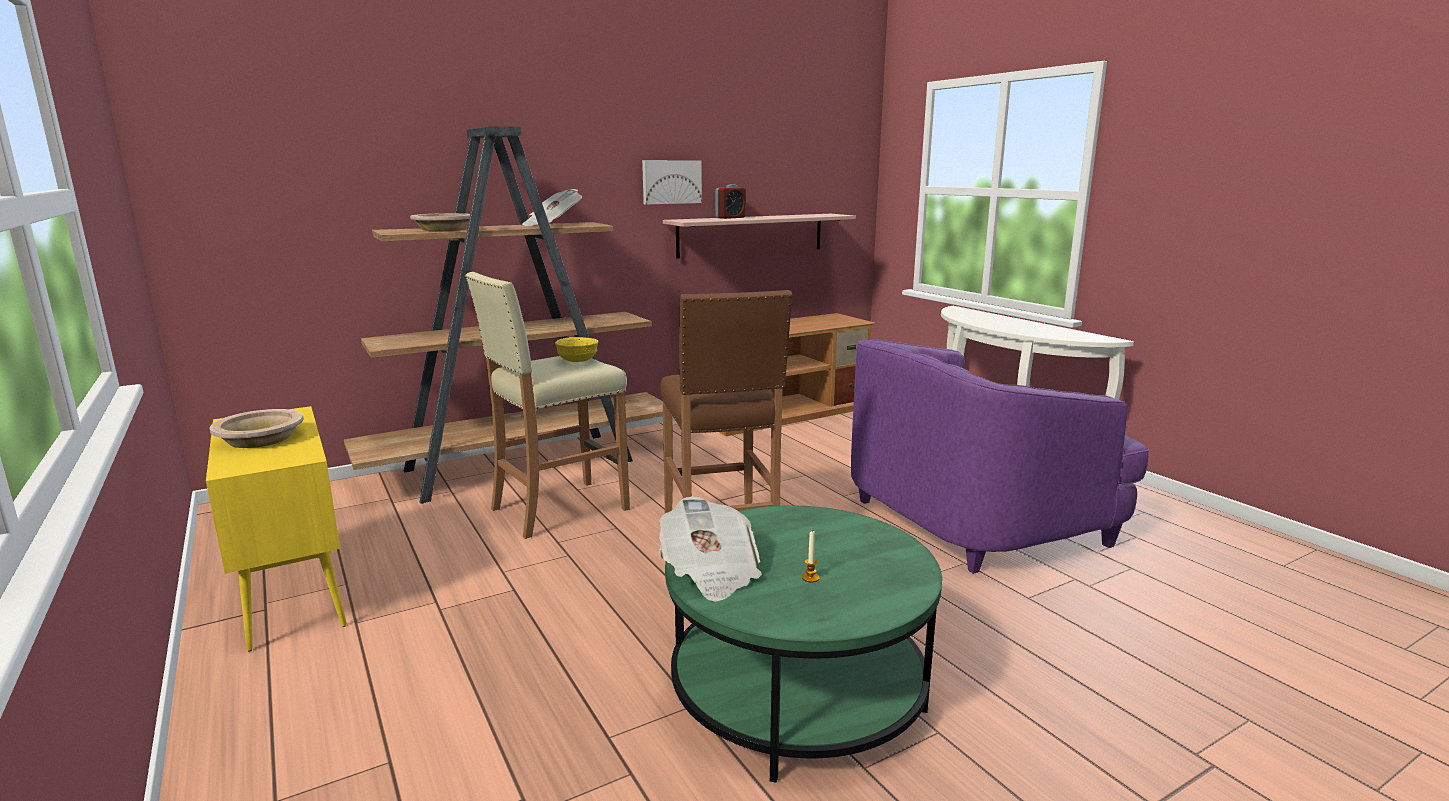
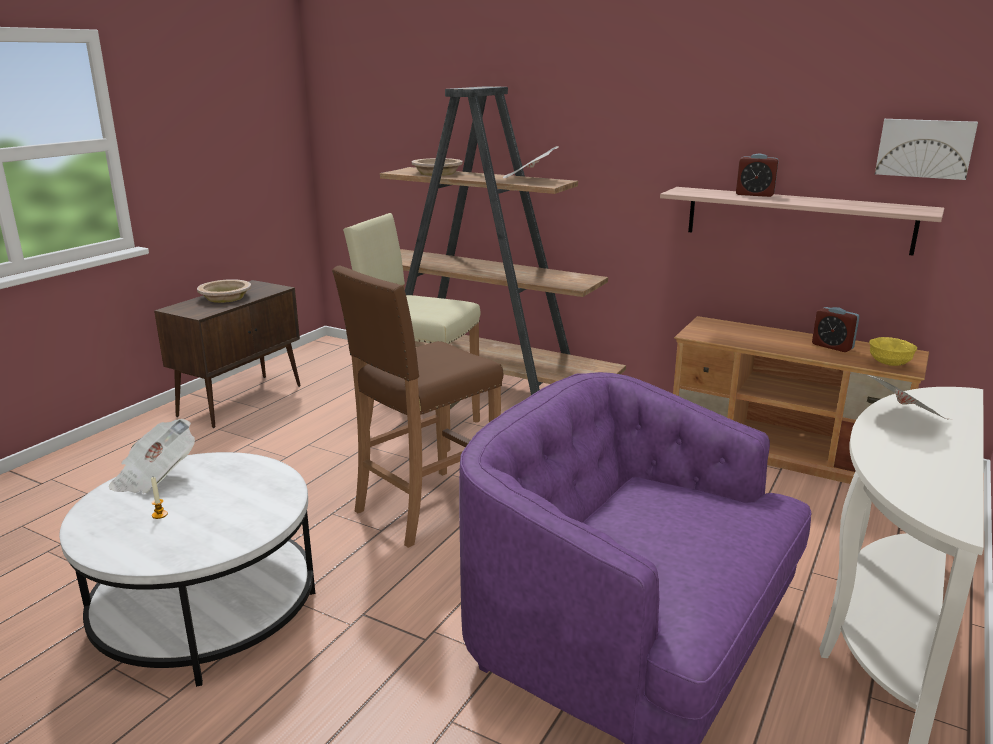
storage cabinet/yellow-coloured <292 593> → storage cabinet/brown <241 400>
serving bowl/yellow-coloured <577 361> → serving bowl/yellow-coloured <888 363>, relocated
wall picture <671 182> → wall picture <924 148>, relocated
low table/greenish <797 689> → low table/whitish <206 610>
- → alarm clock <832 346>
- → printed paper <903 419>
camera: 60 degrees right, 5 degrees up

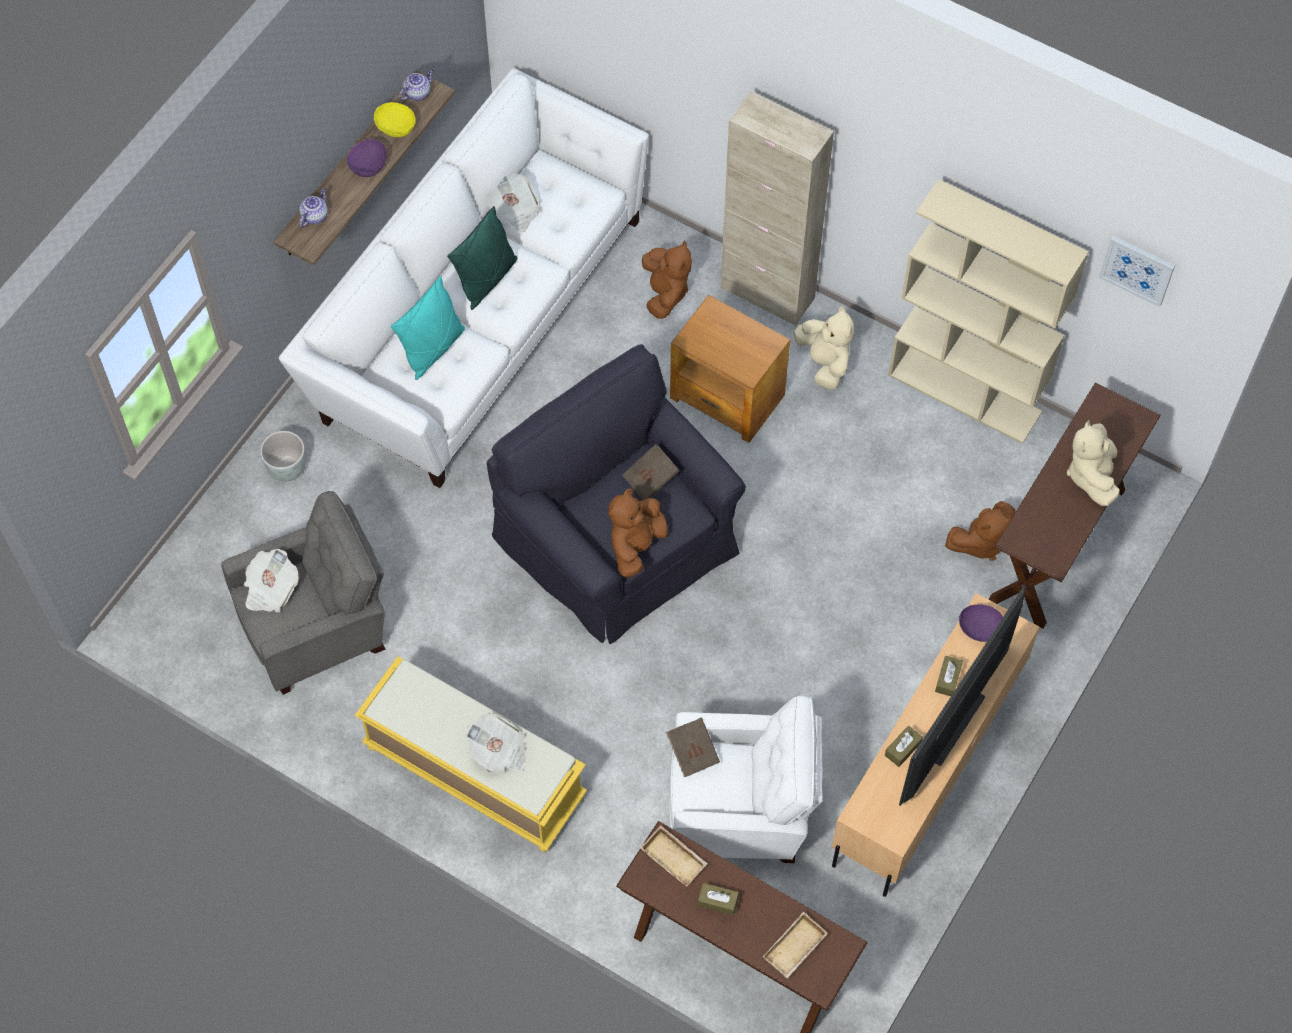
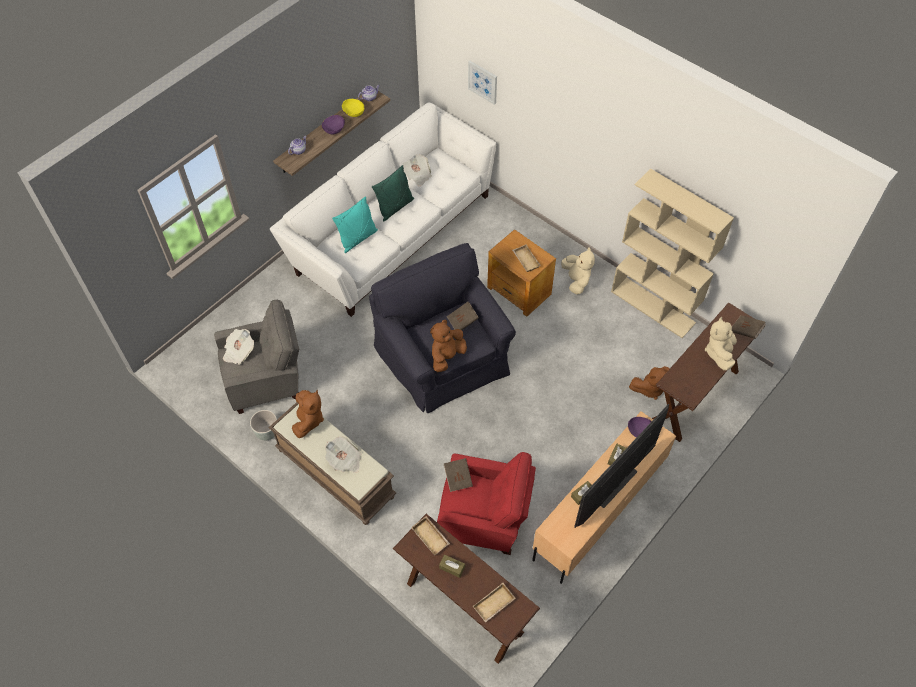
plant pot/grey <287 468> → plant pot/grey <267 432>, relocated
bench/yellow-coloured <472 772> → bench/brown <334 473>
cuddly toy/brown <665 293> → cuddly toy/brown <308 420>, relocated
lounge chair/whitish <740 810> → lounge chair/red <484 519>
storage cabinet/beige-coloured <767 293> → -
wall picture <1137 269> → wall picture <483 82>, relocated
- → tray/beige-coloured <525 260>
- → bound book/brown <746 331>
camera: 10 degrees right, 5 degrees down

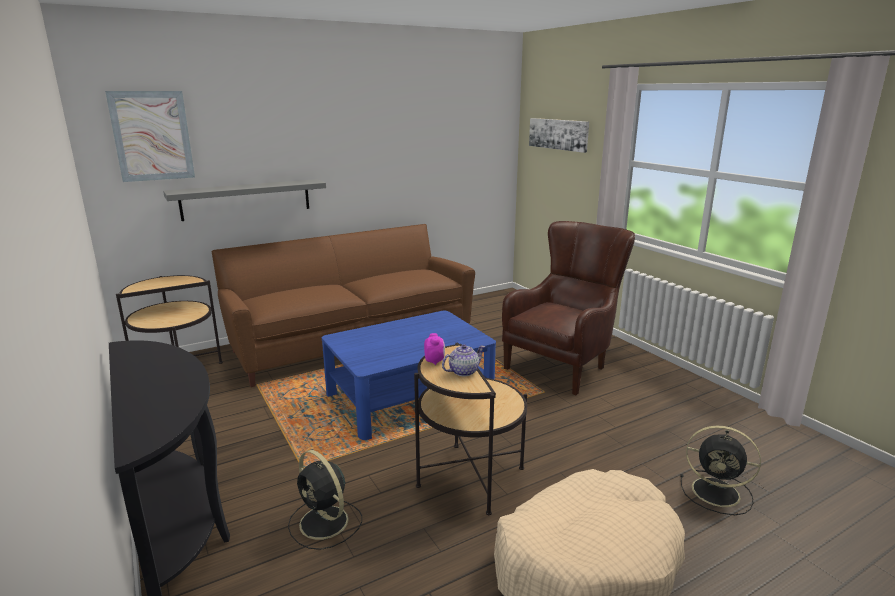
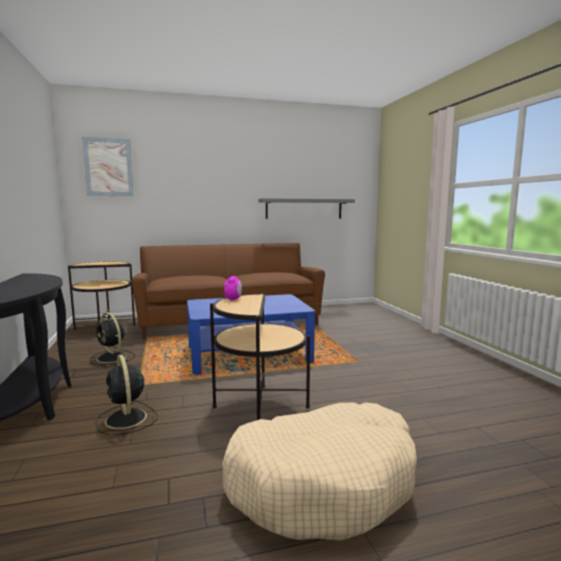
shelf/grey <246 199> → shelf/grey <304 208>, relocated
teapot <463 371> → -
lounge chair/brown <564 364> → -
wall picture <558 134> → -
cooling fan/blackish <718 493> → cooling fan/blackish <112 358>, relocated
camera: 15 degrees right, 10 degrees down

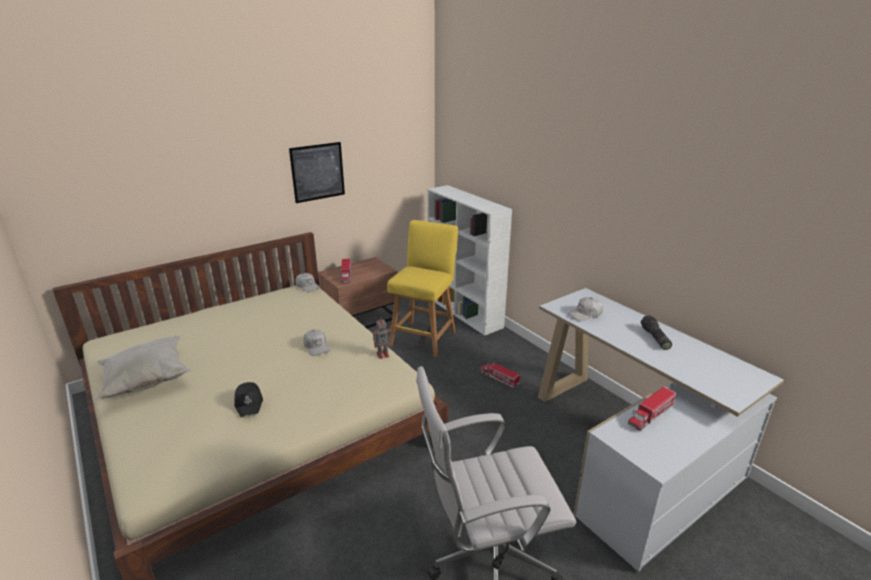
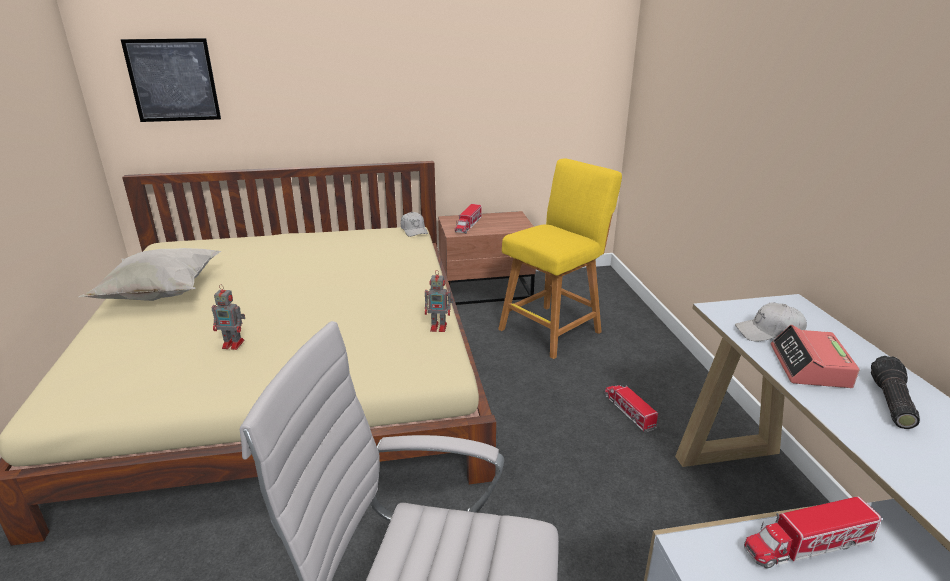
baseball cap/blackish <249 403> → model robot <234 344>
wall picture <317 172> → wall picture <173 80>, relocated
baseball cap/whitish <317 347> → -
bookshelf/whitish <464 312> → -
- → alarm clock <810 367>
camera: 25 degrees right, 0 degrees up

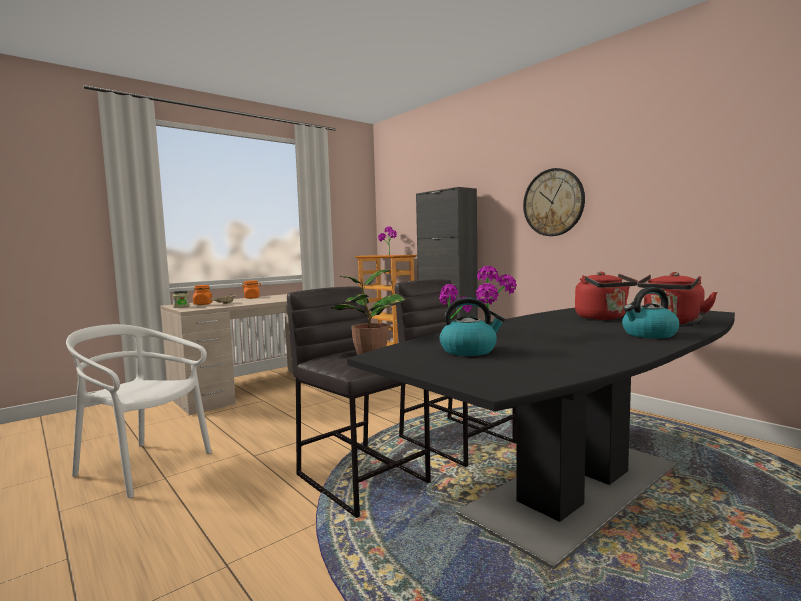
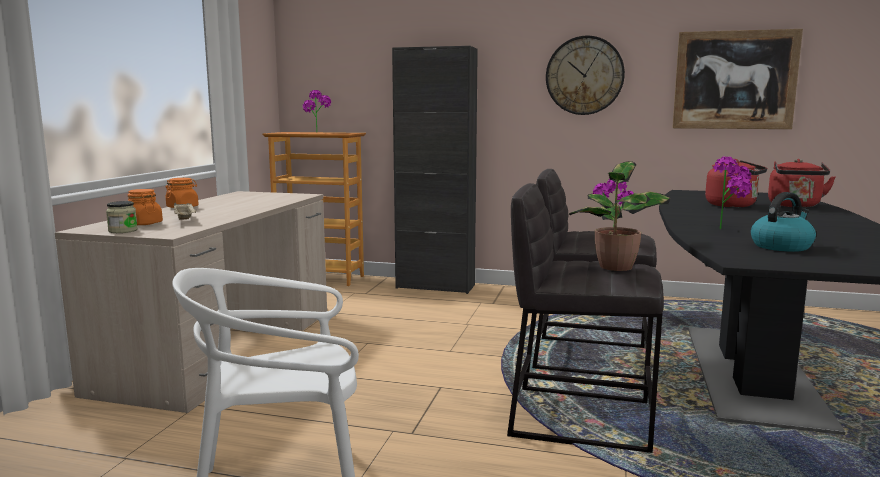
water kettle <649 334> → -
- → wall picture <734 80>
camera: 35 degrees left, 5 degrees up

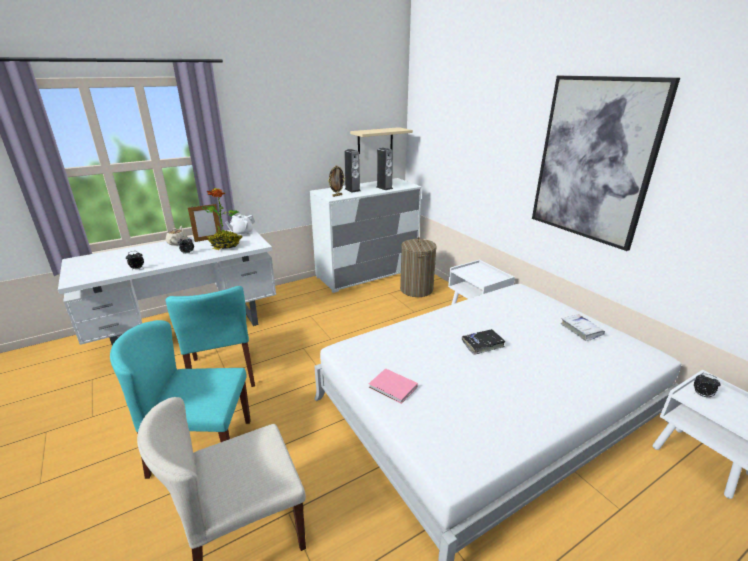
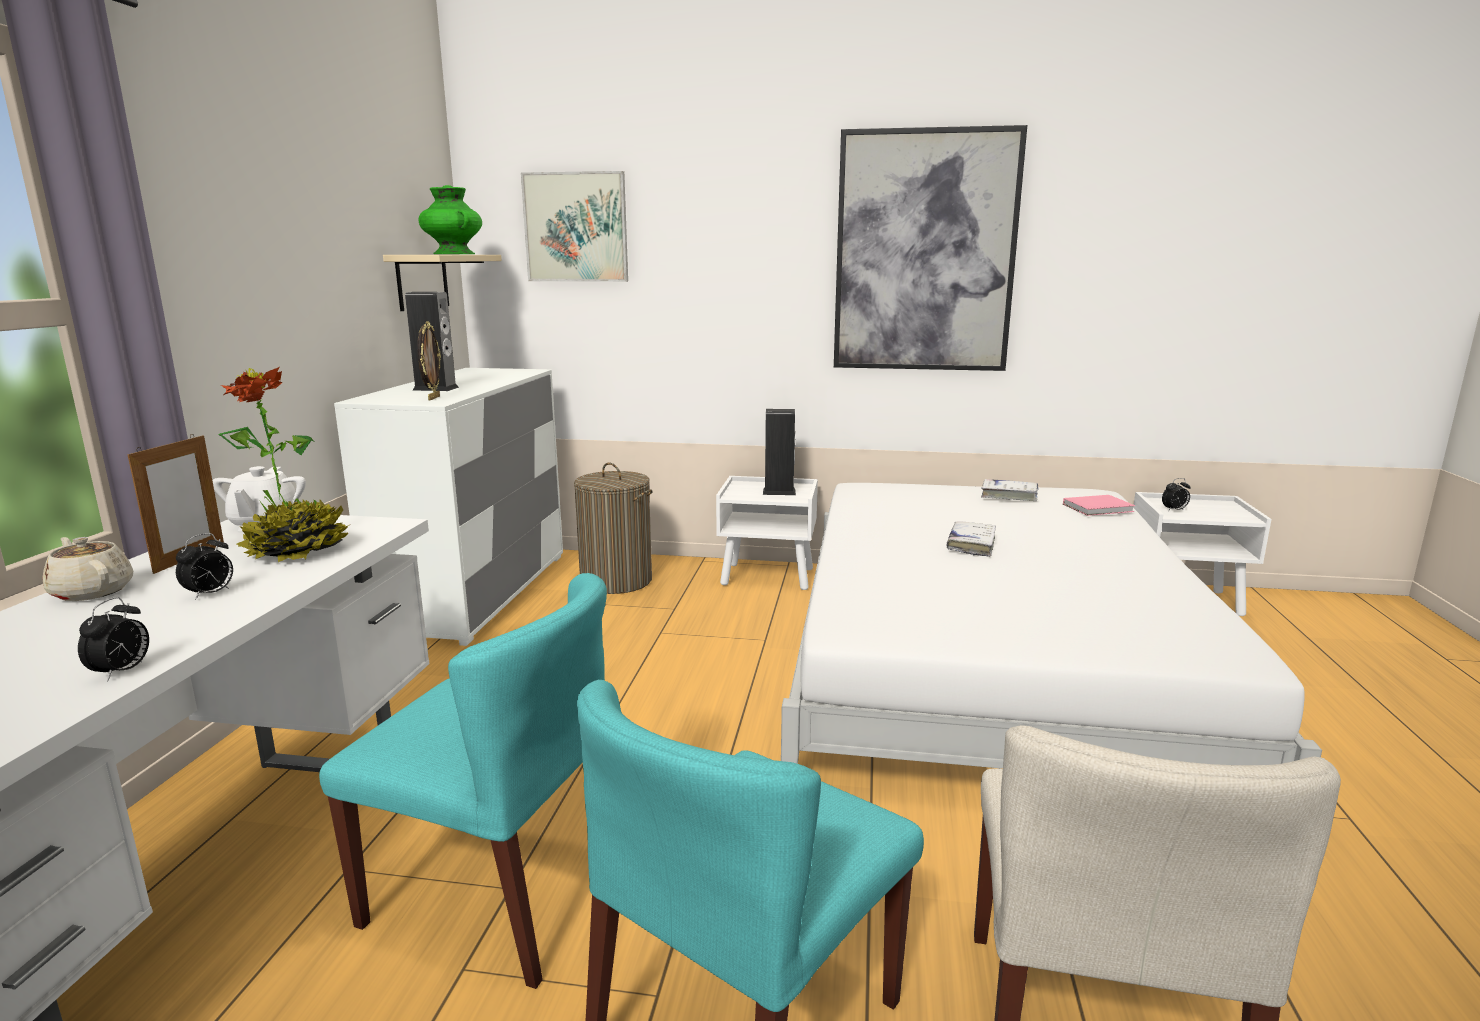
bound book/pink <393 388> → bound book/pink <1099 508>, relocated
speaker <384 188> → speaker <779 492>, relocated
bound book/blackish <482 344> → bound book/whitish <971 545>
- → vase/greenish <454 254>
- → wall picture <576 227>
camera: 50 degrees left, 10 degrees down

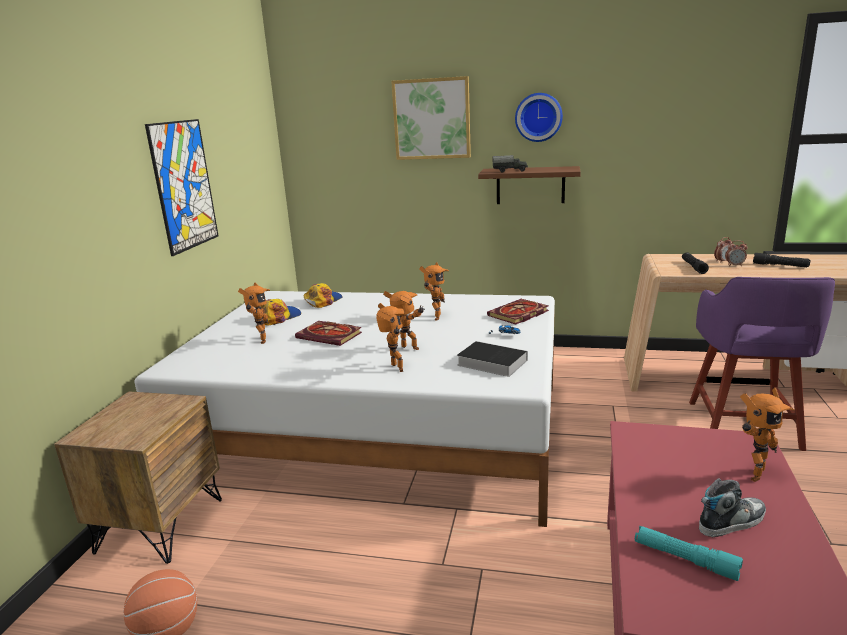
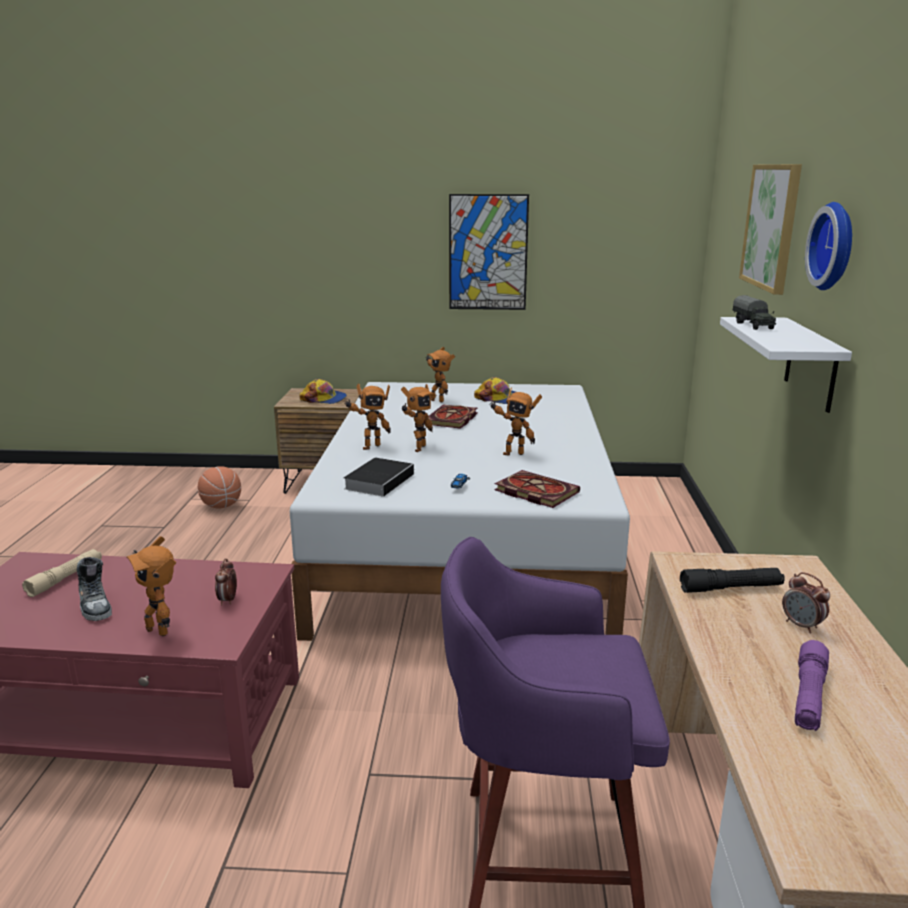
model robot <260 340> → model robot <438 400>, 60 degrees clockwise
baseball cap <323 301> → baseball cap <324 399>, relocated
shelf/brown <530 185> → shelf/whitish <811 364>
hand torch/blue-green <685 559> → hand torch/beige-coloured <65 578>
alarm clock <734 265> → alarm clock <228 600>, relocated
hand torch/blackish <780 265> → hand torch/purple-coloured <808 696>
camera: 80 degrees right, 0 degrees up

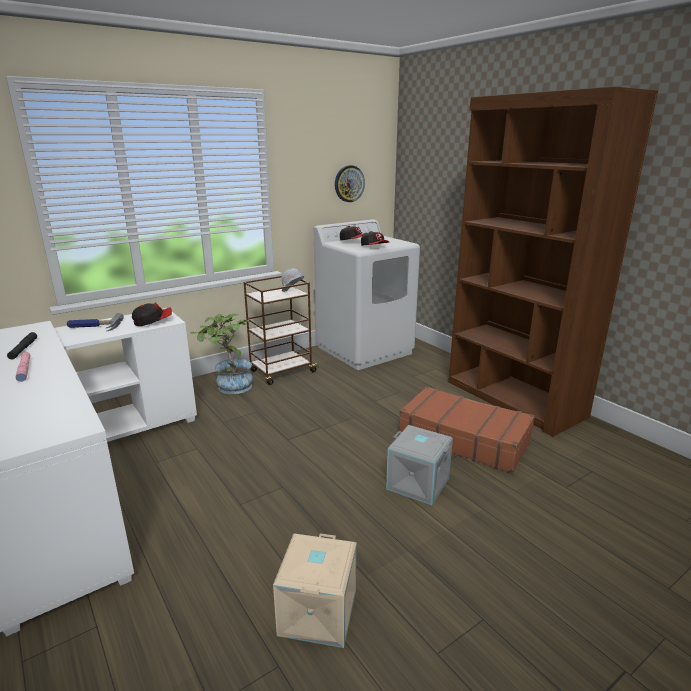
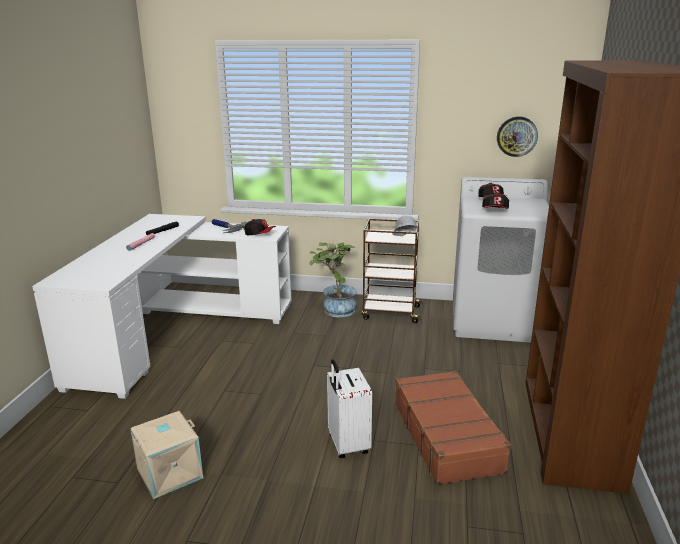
storage bin/grey <417 484> → piece of luggage/whitish <347 445>
camera: 45 degrees right, 0 degrees up

